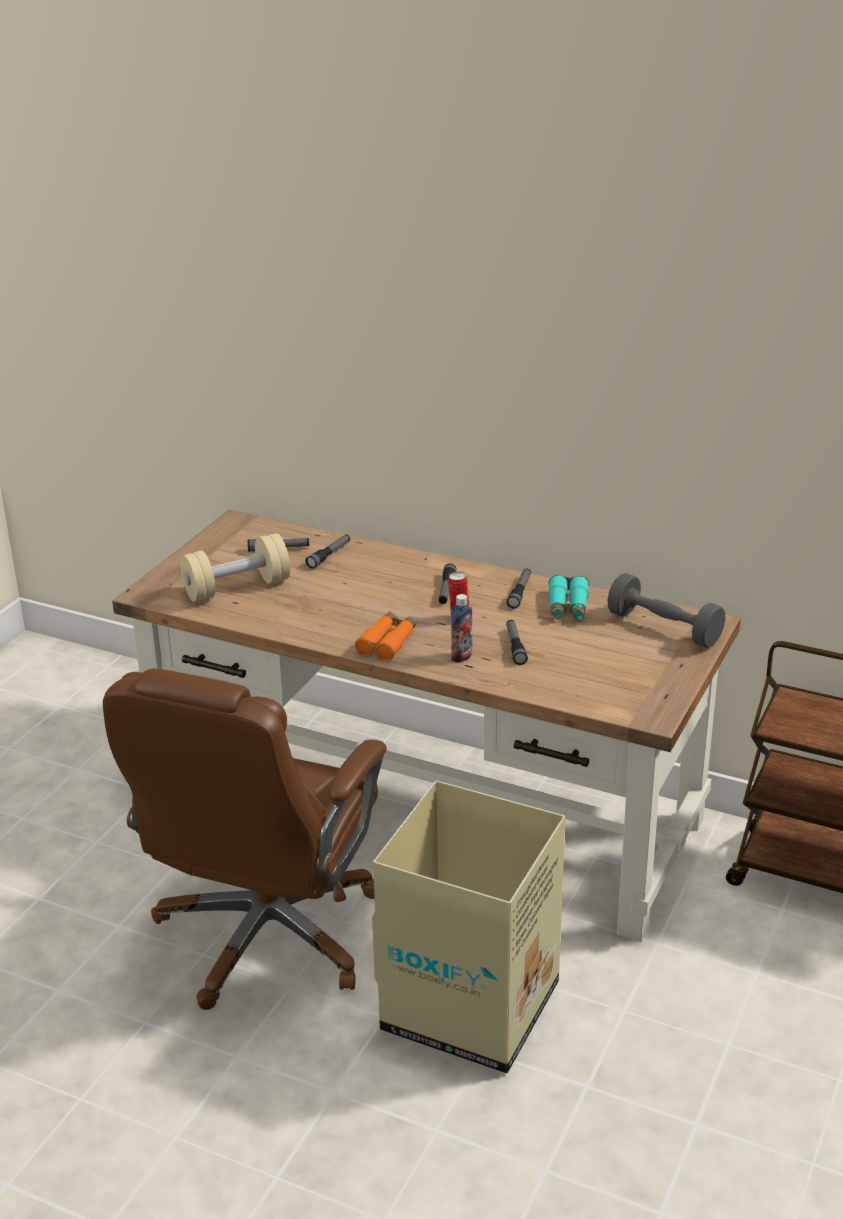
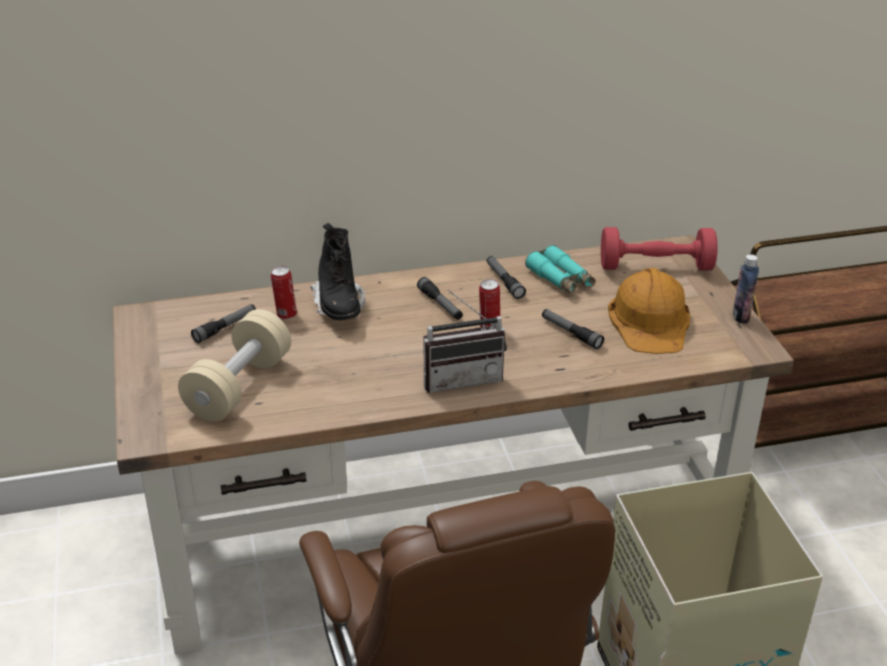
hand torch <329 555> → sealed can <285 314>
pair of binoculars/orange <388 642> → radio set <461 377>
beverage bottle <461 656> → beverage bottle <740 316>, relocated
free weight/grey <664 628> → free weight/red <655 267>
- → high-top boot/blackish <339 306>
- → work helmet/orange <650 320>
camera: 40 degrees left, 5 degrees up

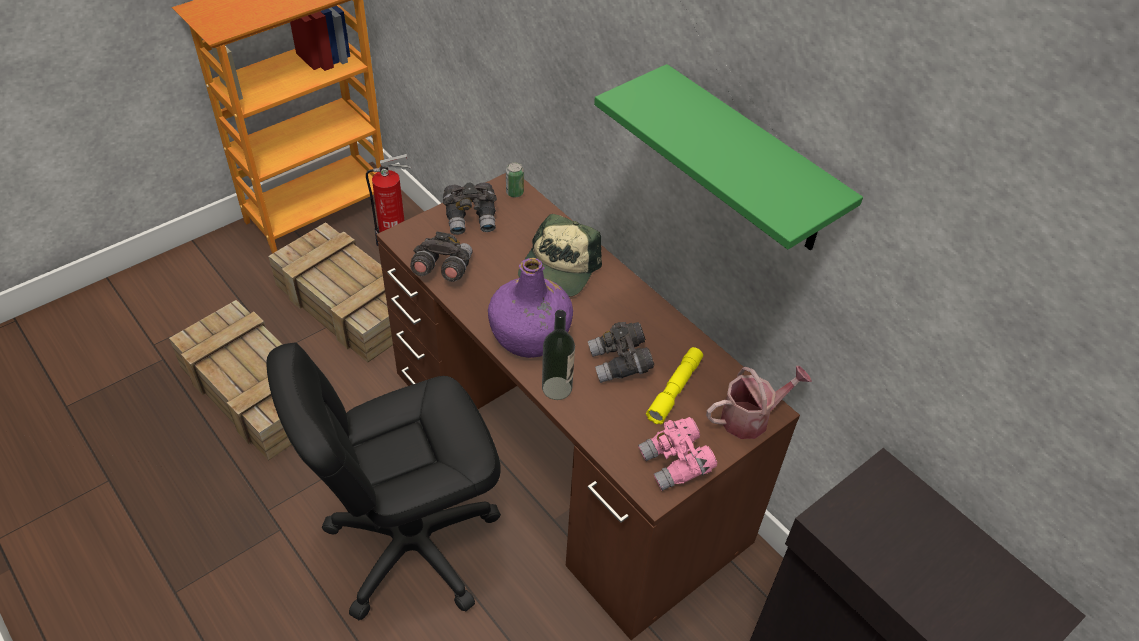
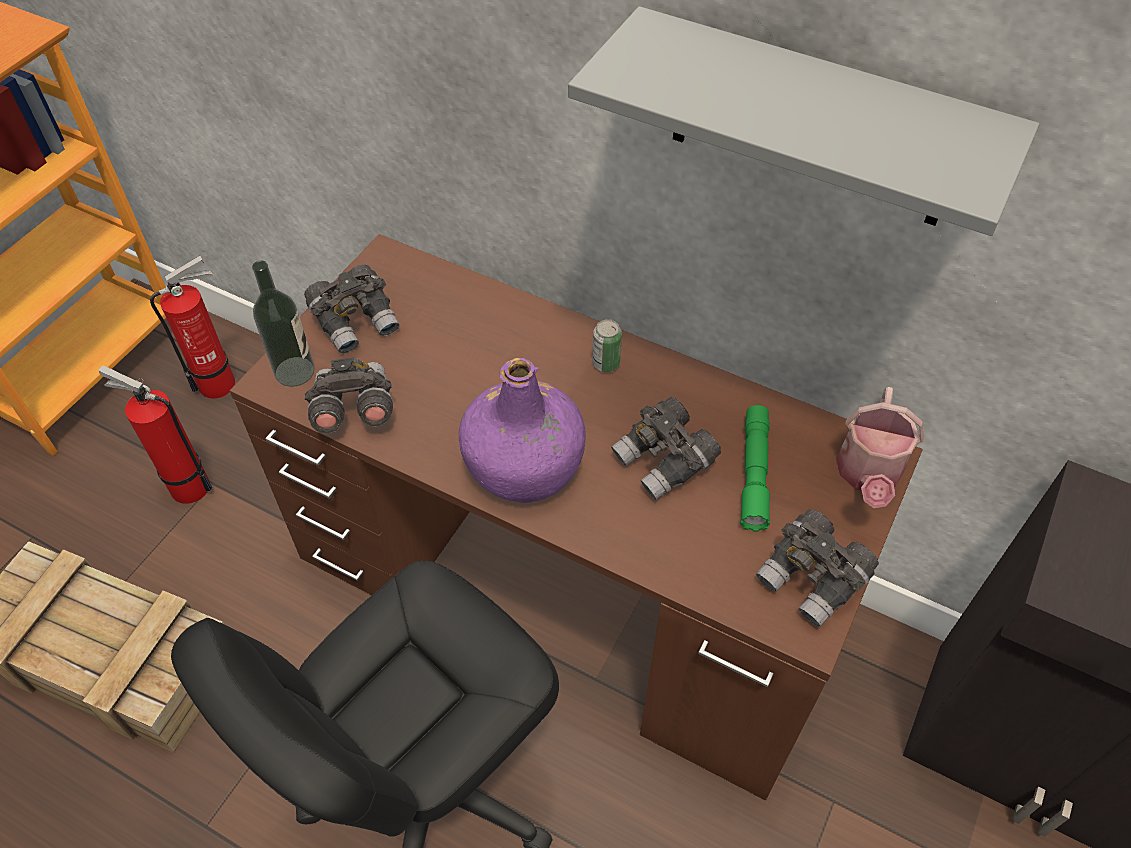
crate <346 303> → extinguisher <185 485>
sealed can <514 193> → sealed can <606 363>, relocated
baseball cap <558 269> → -
beverage bottle <557 388> → beverage bottle <294 371>, relocated
shelf/greenish <750 162> → shelf/grey <813 122>
pair of binoculars/pink <676 464> → pair of binoculars/grey <812 579>
hand torch/yellow-coloured <674 390> → hand torch/greenish <754 473>
sprinkling can <751 417> → sprinkling can <868 475>, 150 degrees clockwise
camera: 20 degrees left, 5 degrees up

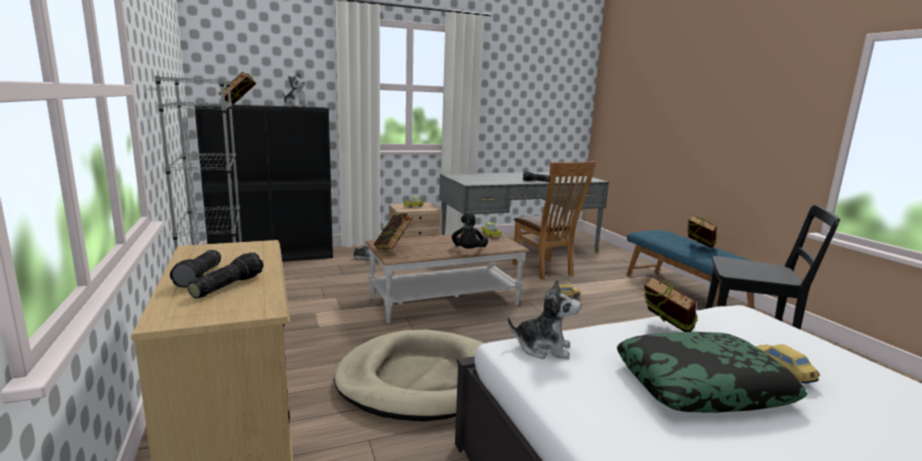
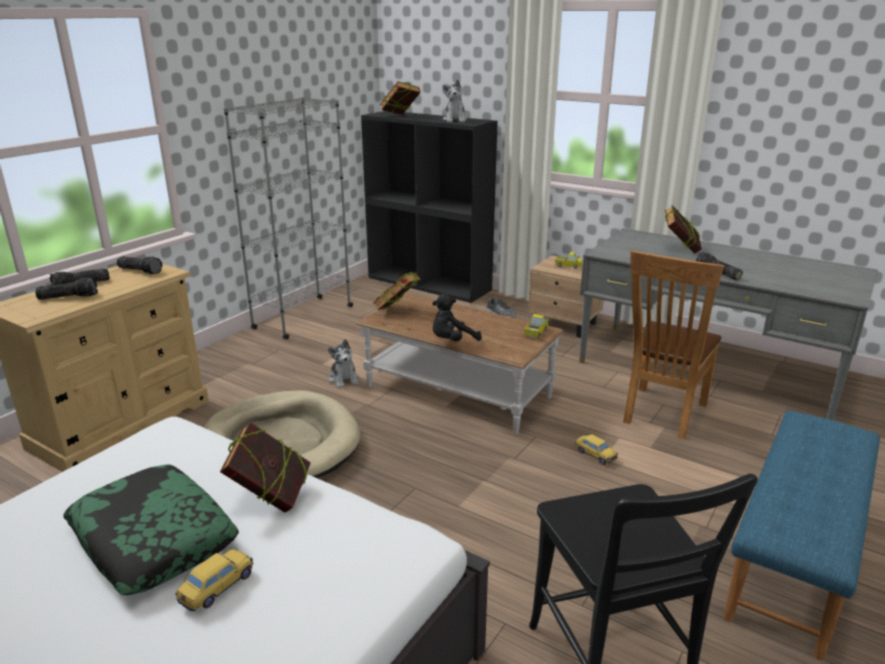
cuddly toy <543 348> → cuddly toy <344 379>, relocated
bound book <699 248> → bound book <680 250>, relocated
- → hand torch <141 270>
camera: 55 degrees right, 10 degrees up

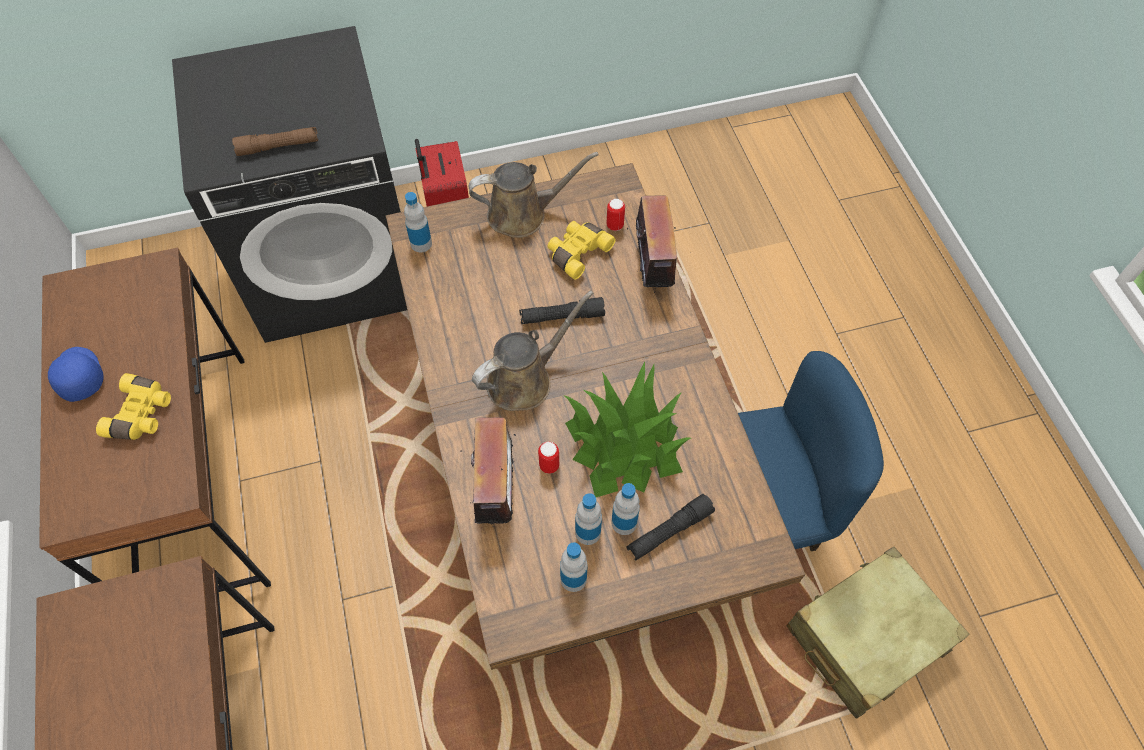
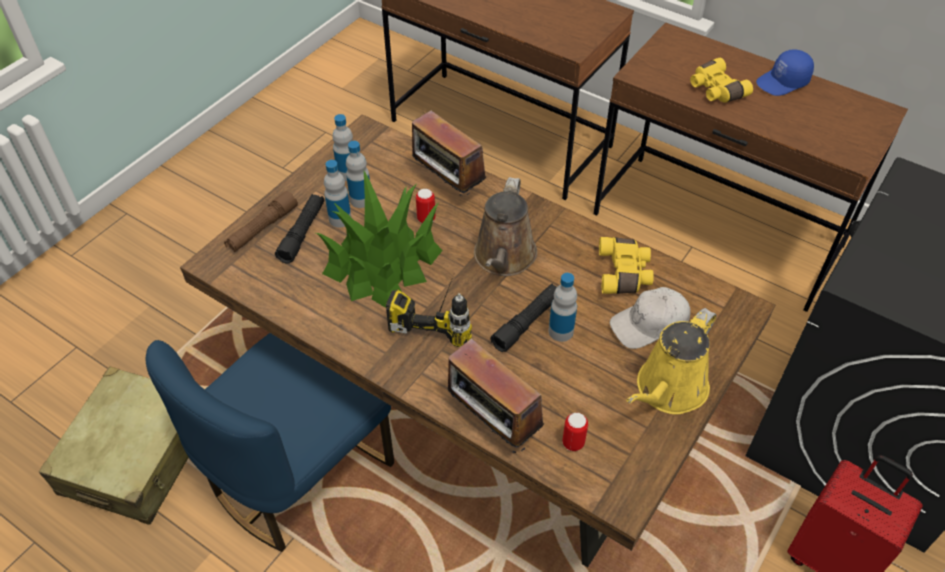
baseball cap/bluish <78 376> → baseball cap/bluish <783 82>, 135 degrees clockwise
hand torch/brown <278 147> → hand torch/brown <262 228>, relocated
beverage bottle <421 243> → beverage bottle <561 331>, relocated
sprinkling can/brown <523 214> → sprinkling can/yellow-coloured <668 390>
pair of binoculars/yellow-coloured <577 252> → pair of binoculars/yellow-coloured <625 273>, relocated
- → power drill <439 313>
- → baseball cap/whitish <649 324>
camera: 140 degrees right, 10 degrees down

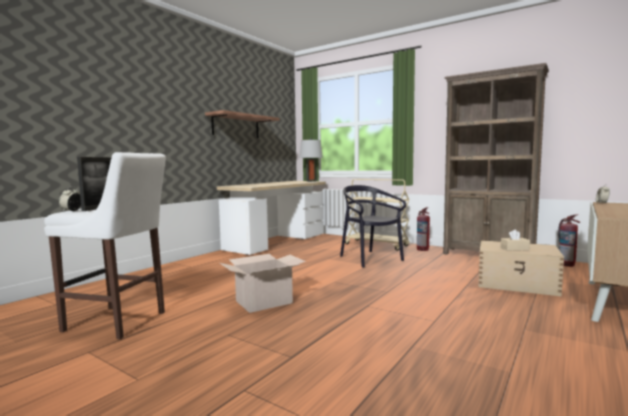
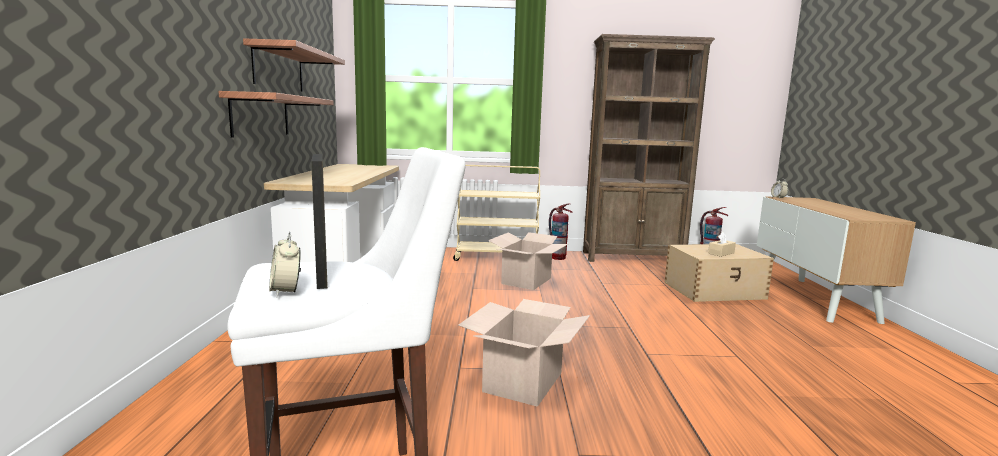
tabletop lamp/grey <311 181> → -
chair/blackish <369 259> → carton <526 281>
- → shelf <261 115>
camera: 35 degrees left, 5 degrees up

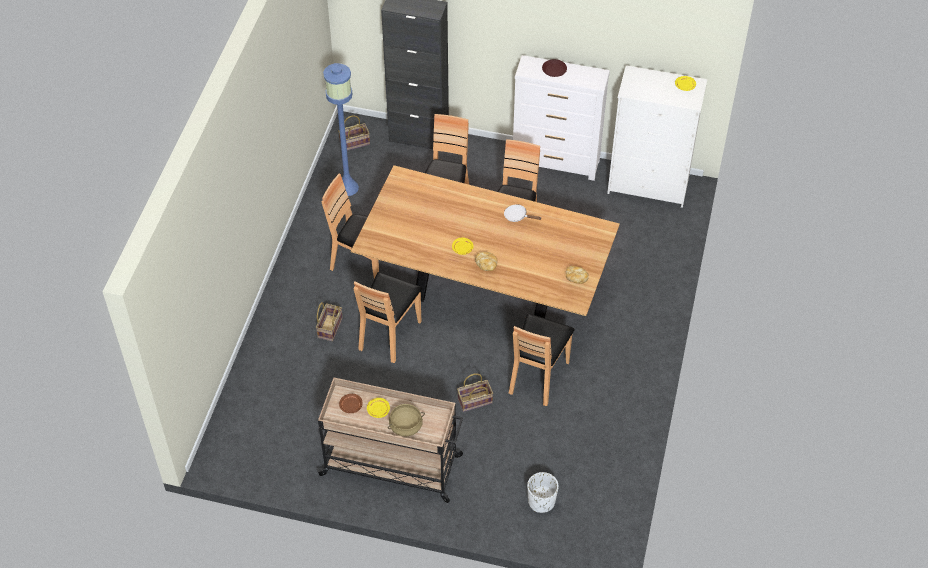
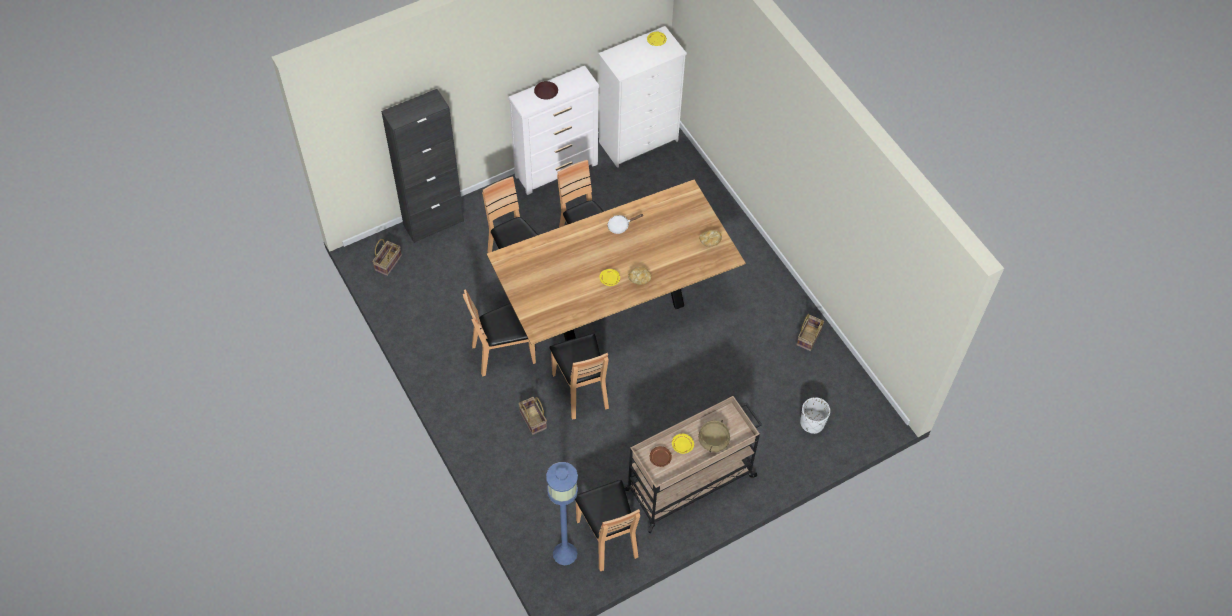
standard lamp/bluish <347 188> → standard lamp/bluish <565 554>, relocated
household basket <474 402> → household basket <809 338>, relocated
chair/brown <538 376> → chair/brown <608 537>, relocated
camera: 45 degrees left, 5 degrees up

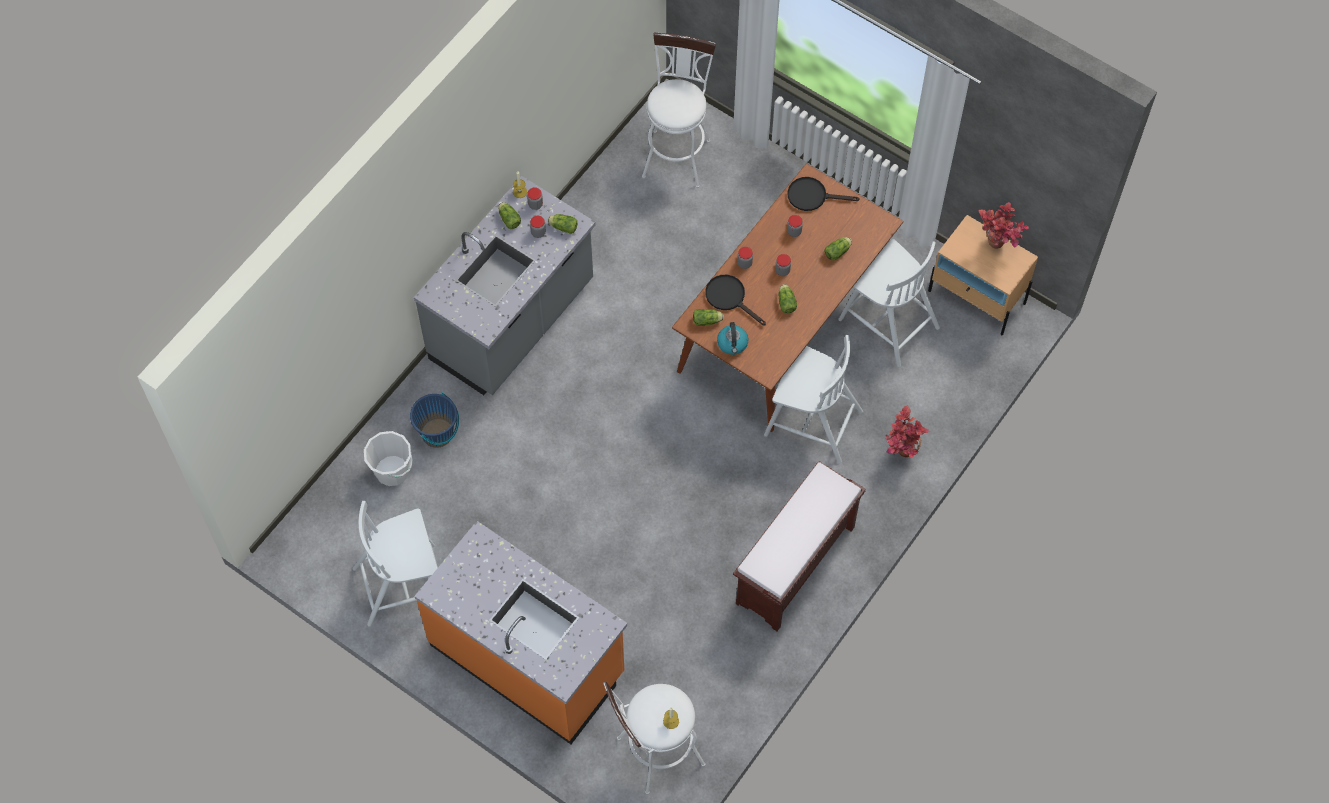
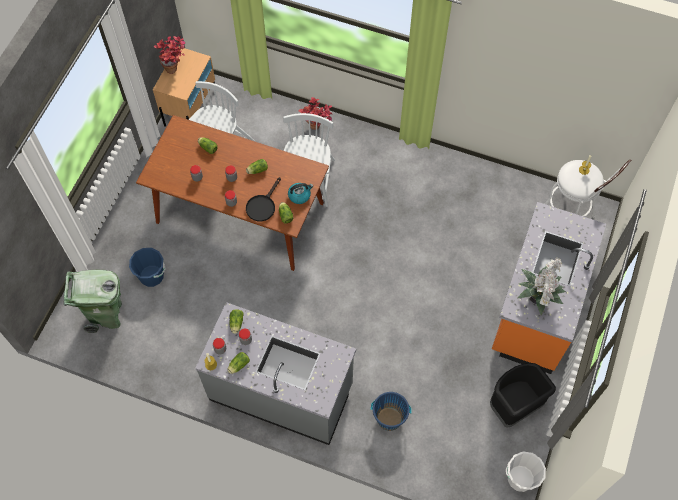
chair/whitish <403 584> → rubbish bin/blackish <513 405>
water bucket/whitish <392 471> → water bucket/whitish <520 478>, relocated
sitting stool/whitish <677 153> → rubbish bin/greenish <106 315>
bench/brown <795 566> → -
frying pan/blackish <812 196> → -
- → water bucket/bluish <151 276>
- → potted plant <537 296>
camera: 105 degrees left, 0 degrees up

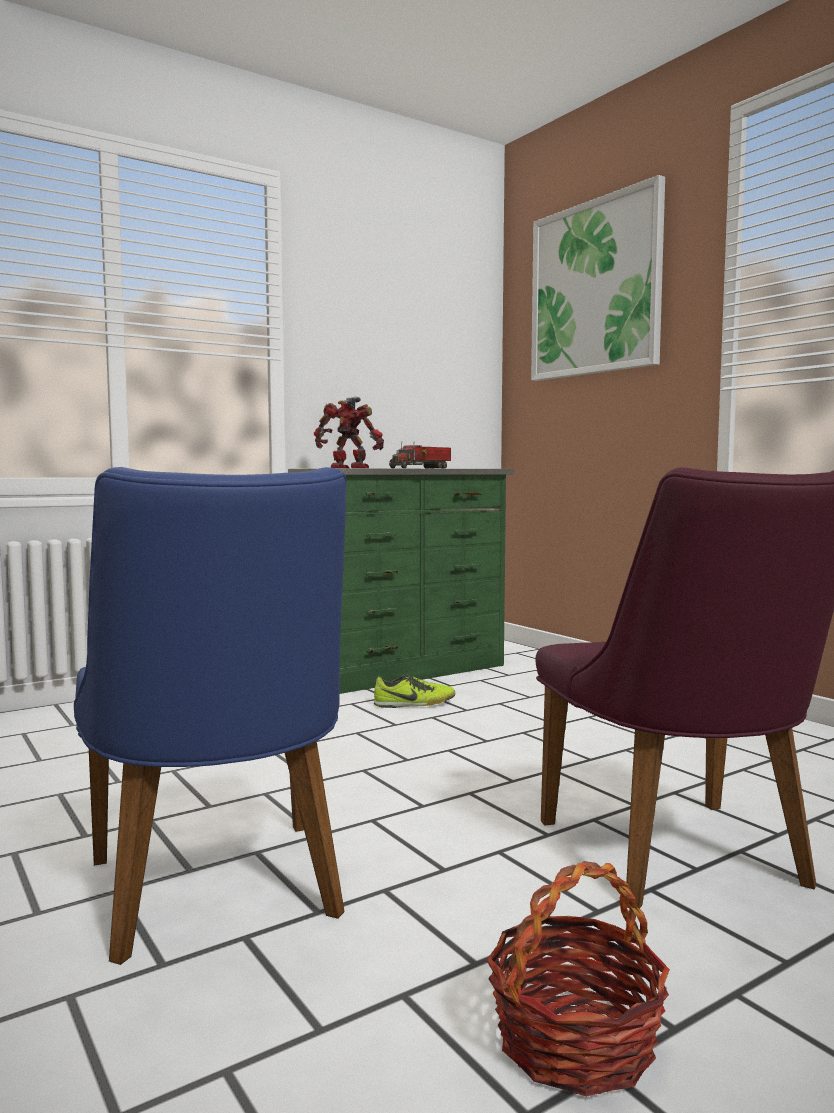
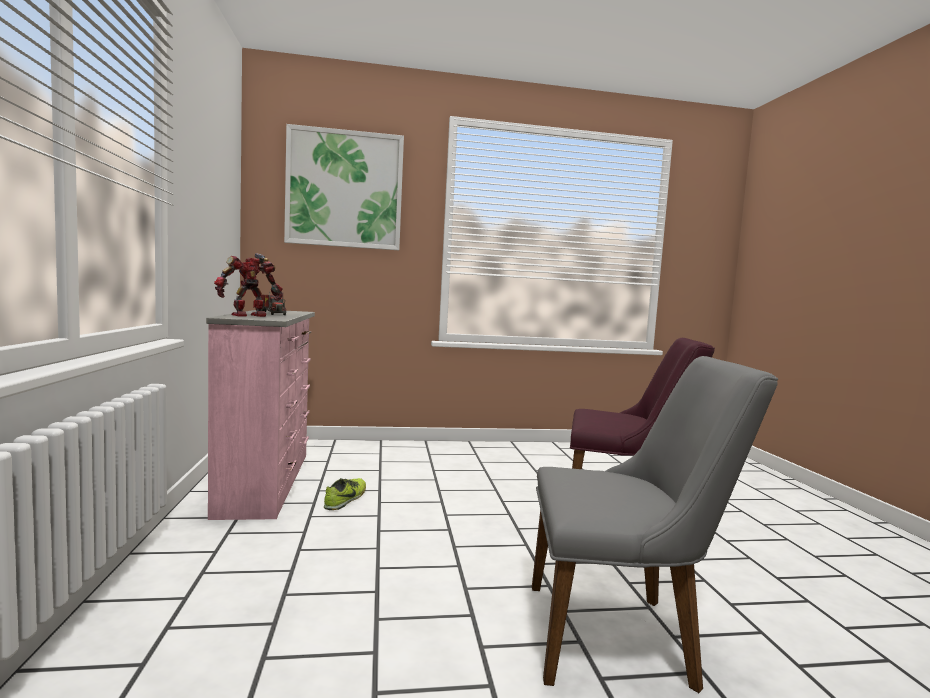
chair/bluish <220 898> → chair/grey <625 636>
dresser/greenish <406 673> → dresser/pink <268 482>
household basket <575 1042> → -
camera: 65 degrees left, 0 degrees up

